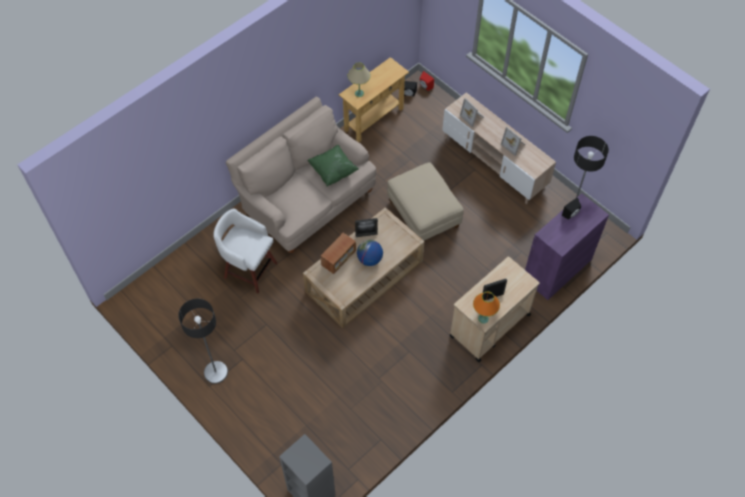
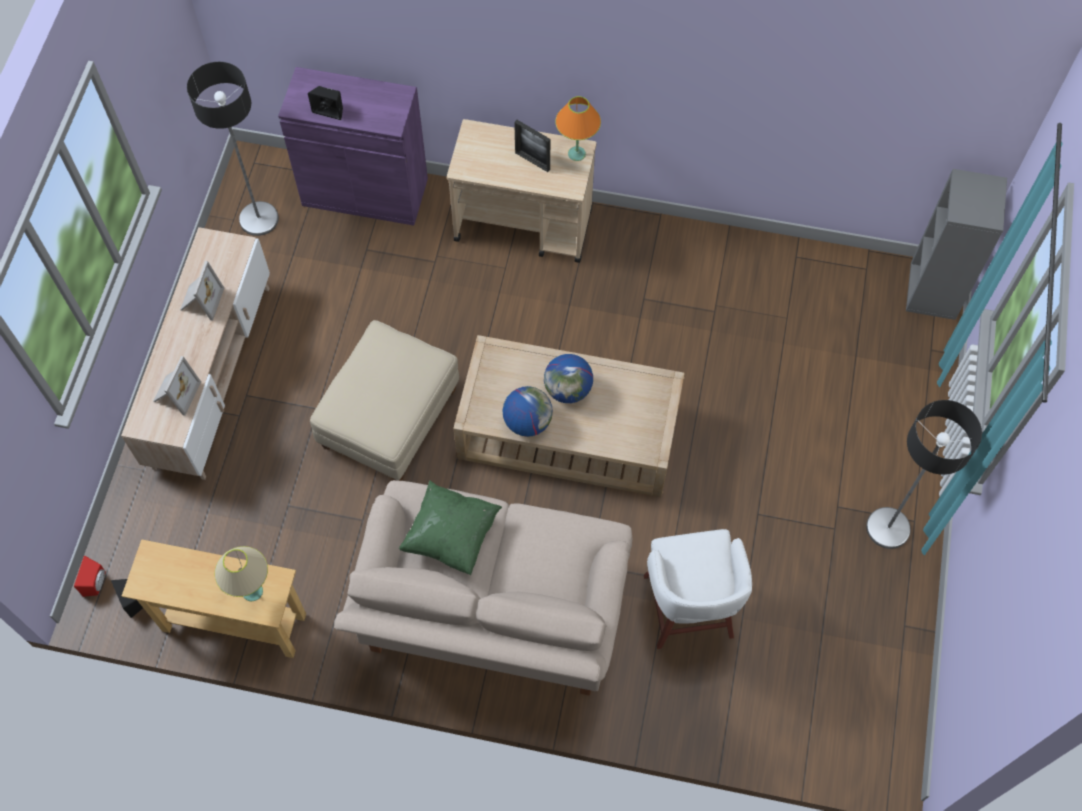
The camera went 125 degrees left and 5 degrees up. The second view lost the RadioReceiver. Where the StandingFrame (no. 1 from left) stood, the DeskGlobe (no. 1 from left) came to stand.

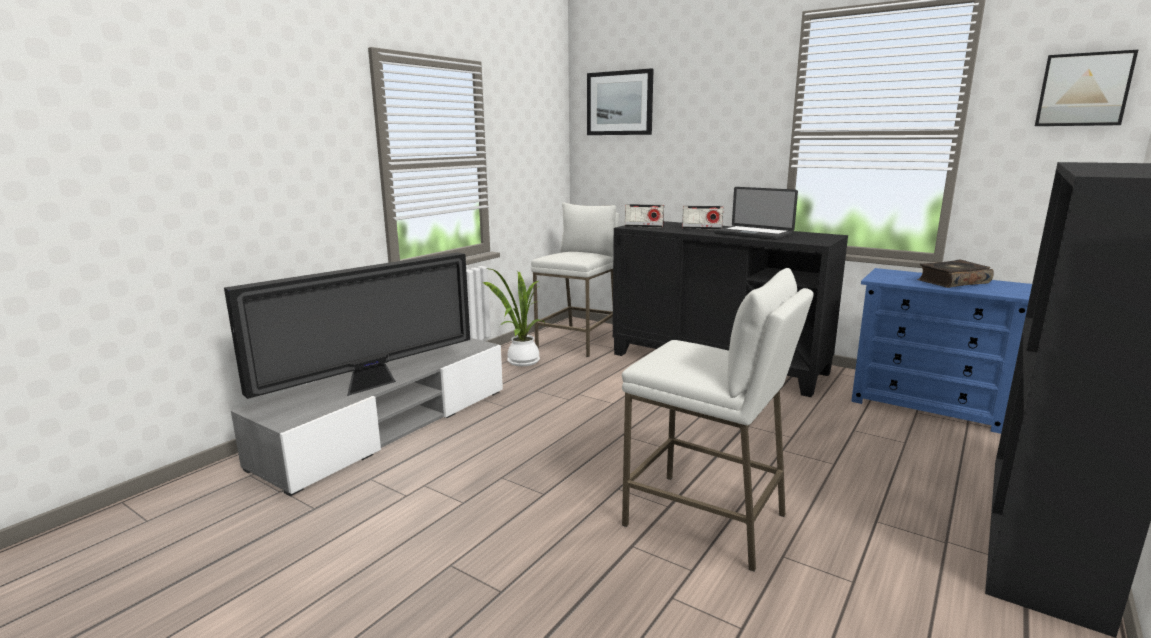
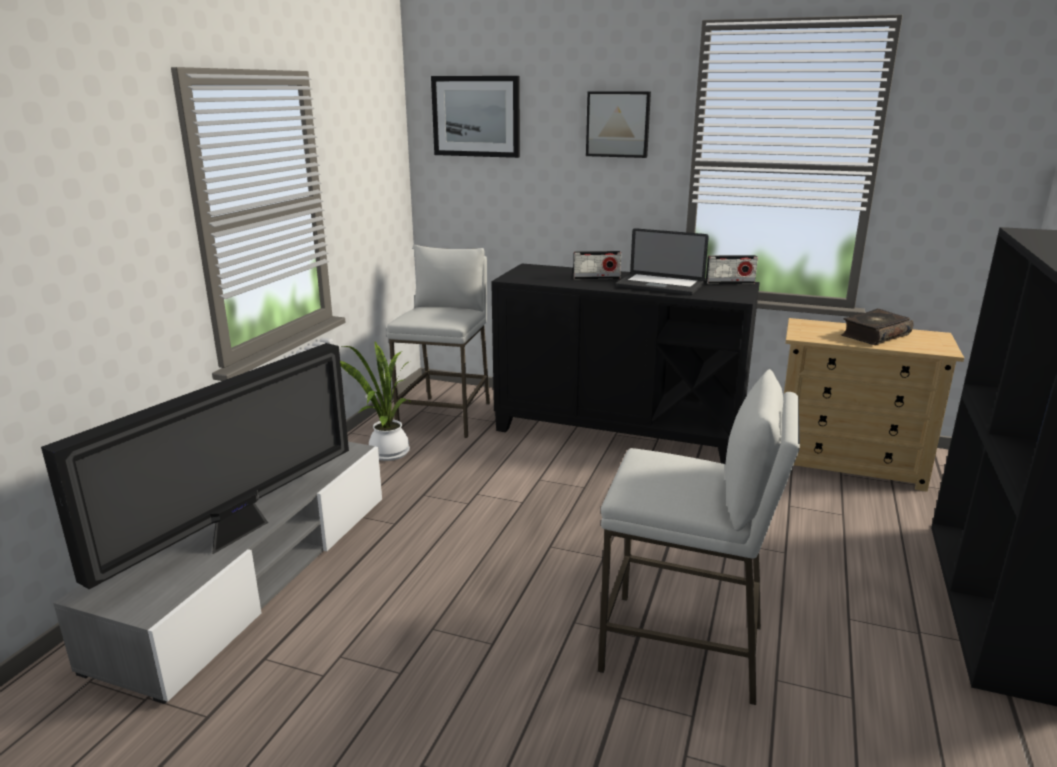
The camera went 15 degrees left and 5 degrees up. The RadioReceiver (no. 1 from left in the first image) ended up elsewhere. What was the BlueDresser turned into the BeigeDresser. The Picture (no. 2 from left) ended up elsewhere.

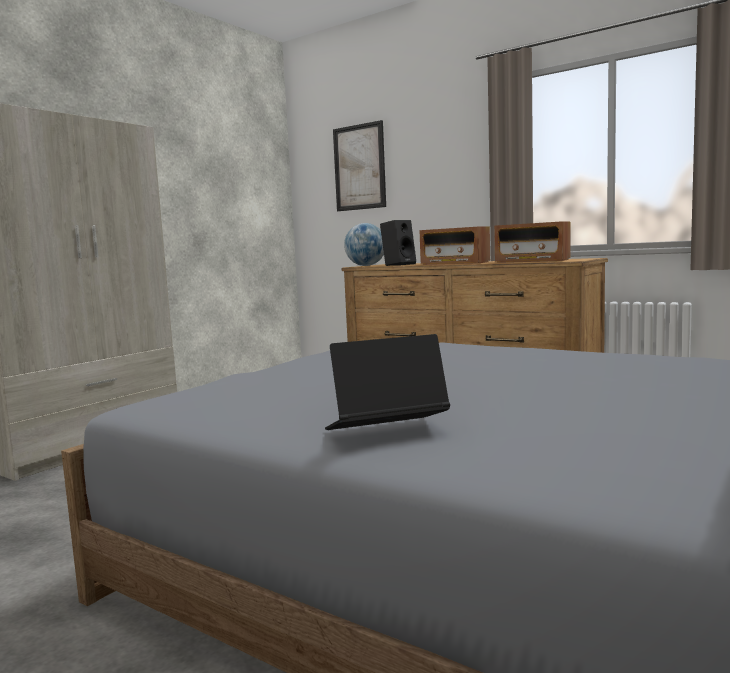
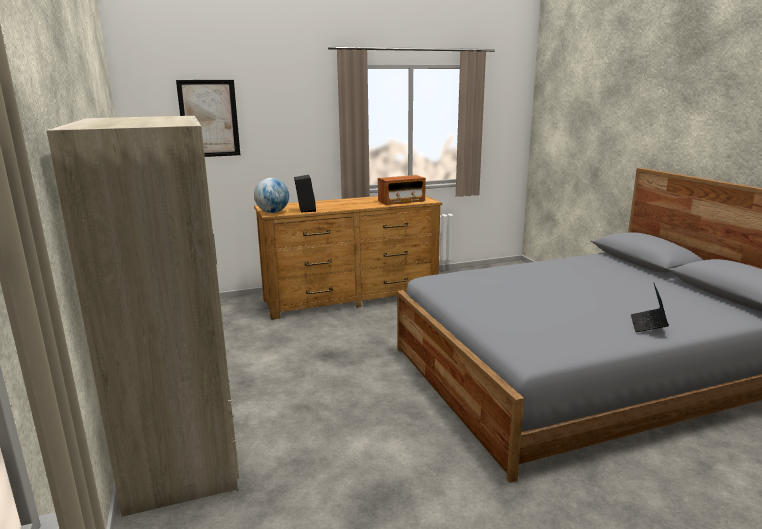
The camera went 55 degrees left and 10 degrees up. The second view lost the RadioReceiver (no. 1 from left).

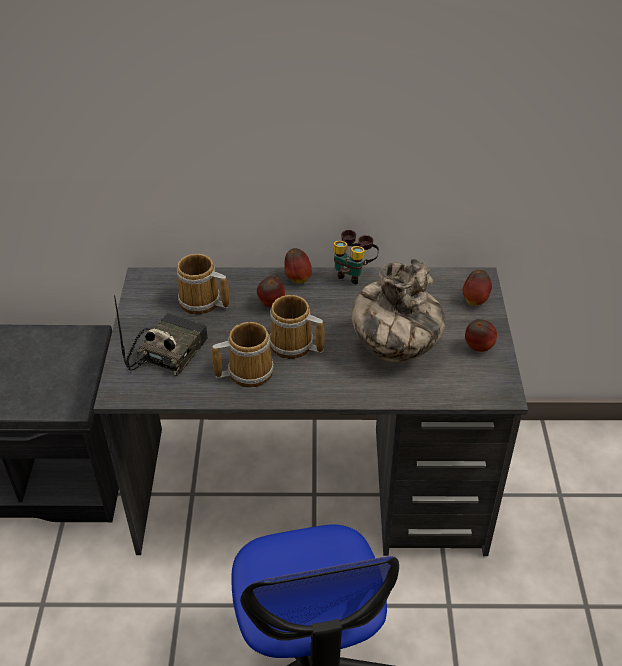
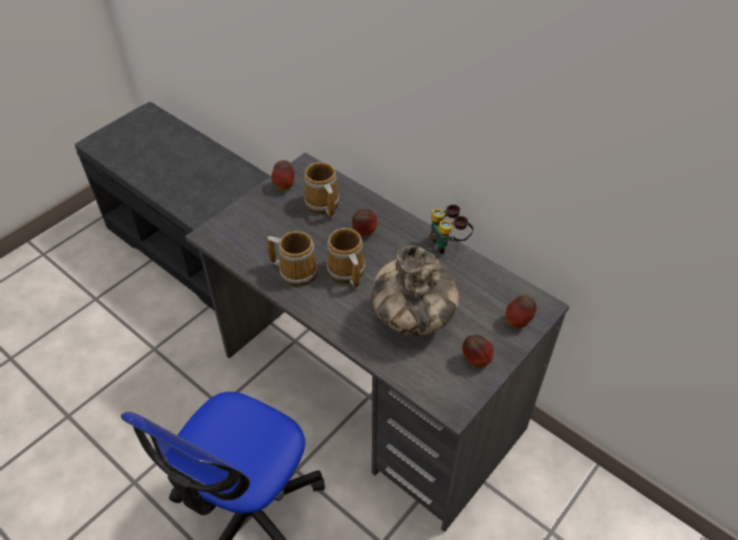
The camera went 40 degrees right and 5 degrees up. The second view lost the RadioReceiver. The Apple (no. 2 from left in the first image) ended up elsewhere.

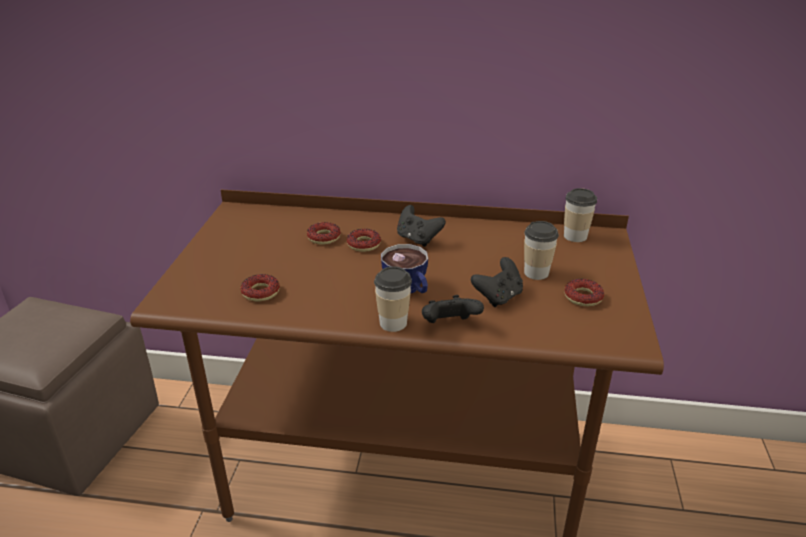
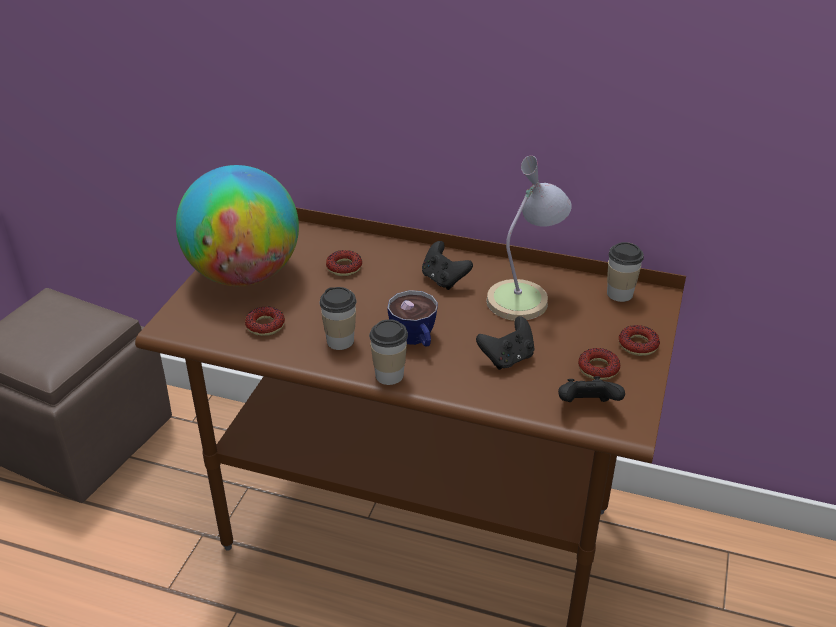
The camera went 10 degrees right and 5 degrees up. The Doughnut (no. 3 from left in the first image) ended up elsewhere. The BlackColouredJoypad (no. 2 from left in the first image) ended up elsewhere. The SmallCup (no. 3 from left in the first image) ended up elsewhere. The second view gained the DeskGlobe. The second view gained the TableLamp.

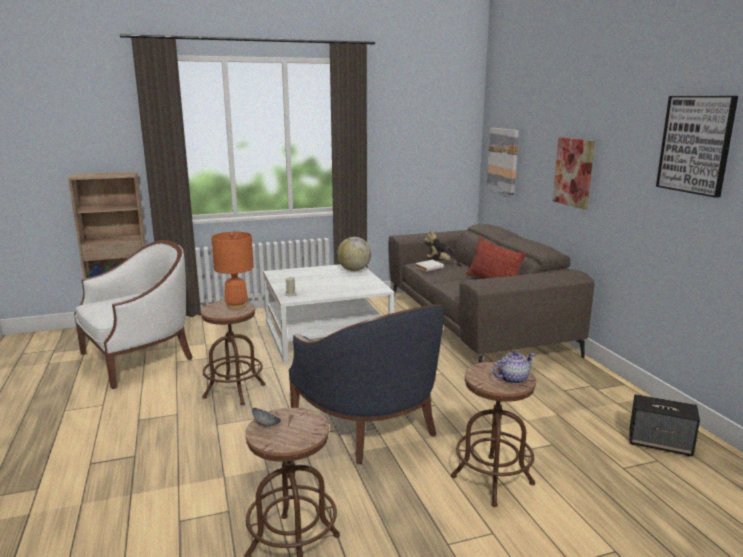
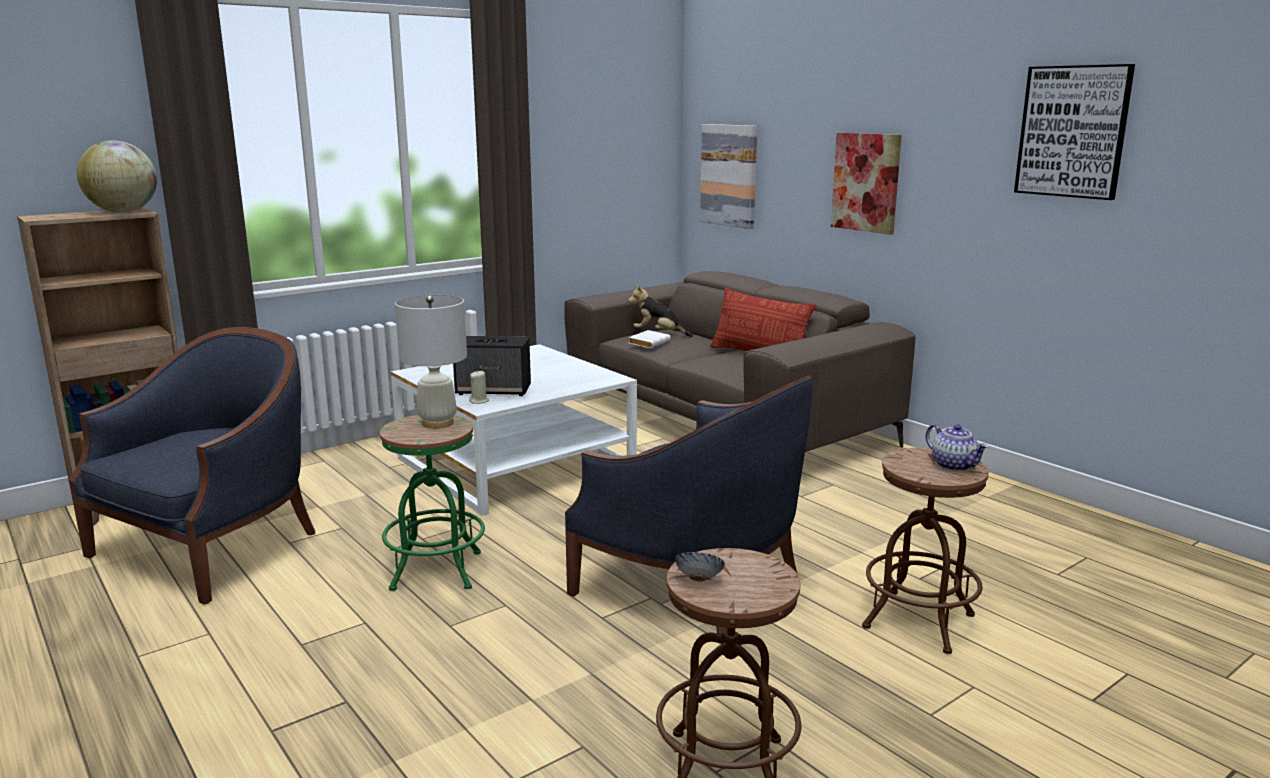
The camera went 20 degrees left and 0 degrees up. What was the WhiteArmchair turned into the BlueArmchair (no. 1 from left). What was the BrownishStoolSeat (no. 1 from left) turned into the GreenStoolSeat. What was the OrangeTableLamp turned into the WhiteTableLamp. The DeskGlobe ended up elsewhere. The TeaPot ended up facing another way, 105 degrees clockwise from before. The Loudspeaker ended up elsewhere.

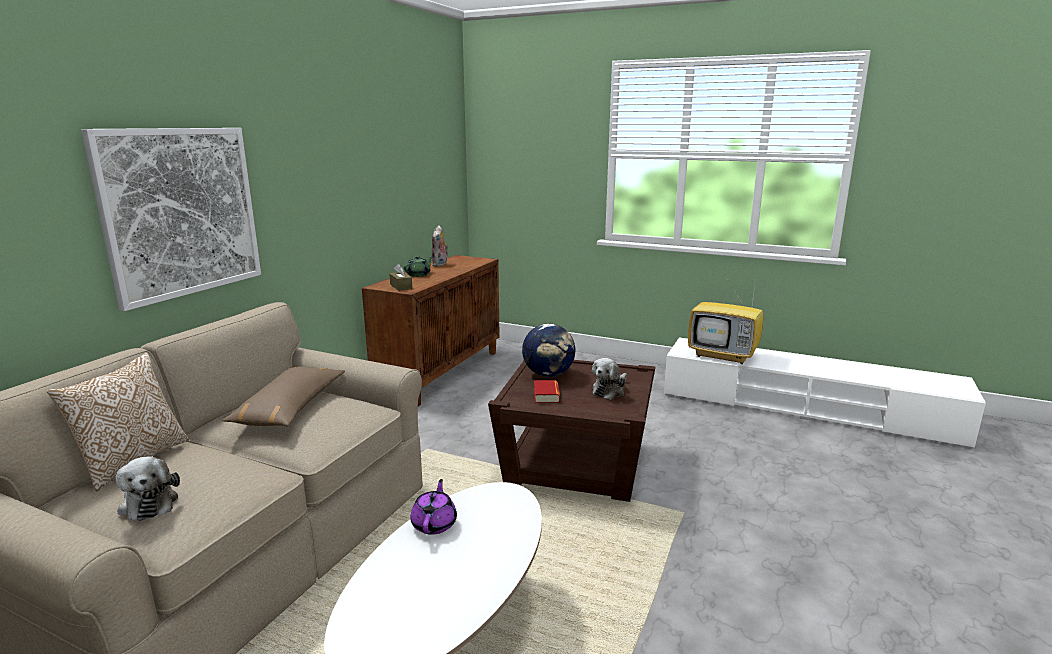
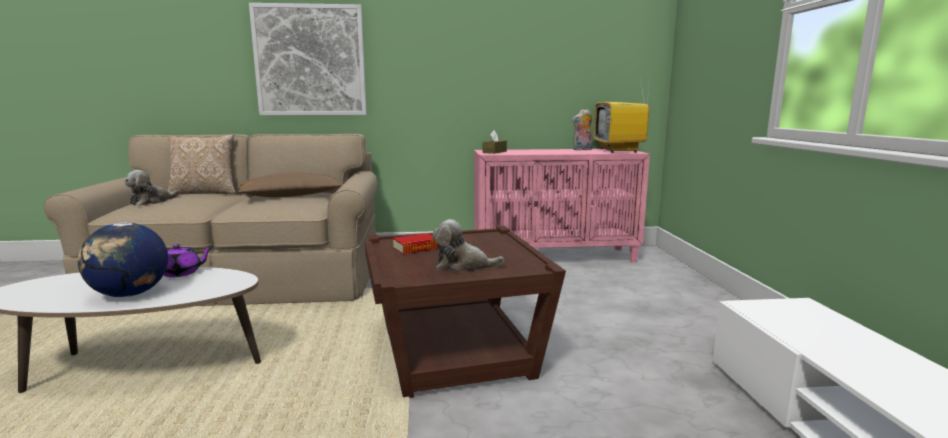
The camera went 60 degrees right and 5 degrees down. What was the BrownishCabinet turned into the PinkishCabinet. The second view lost the GreenTeaPot. The DeskGlobe ended up elsewhere. The Television ended up elsewhere.

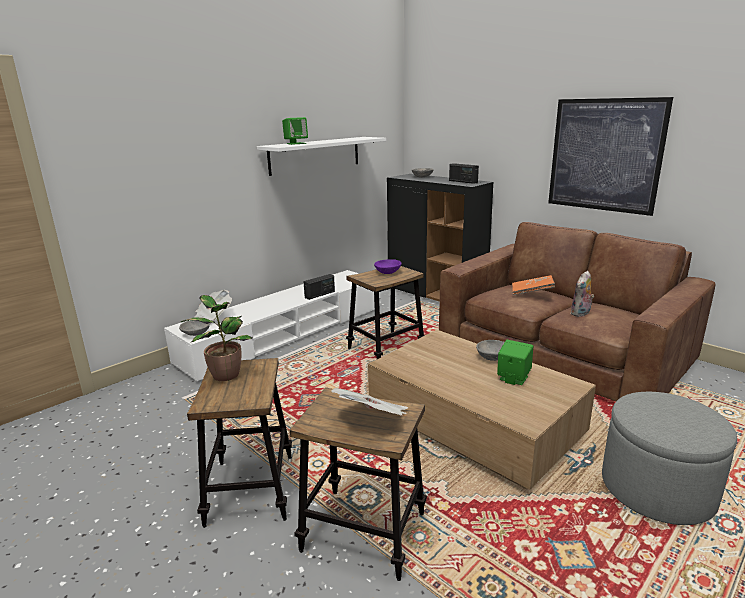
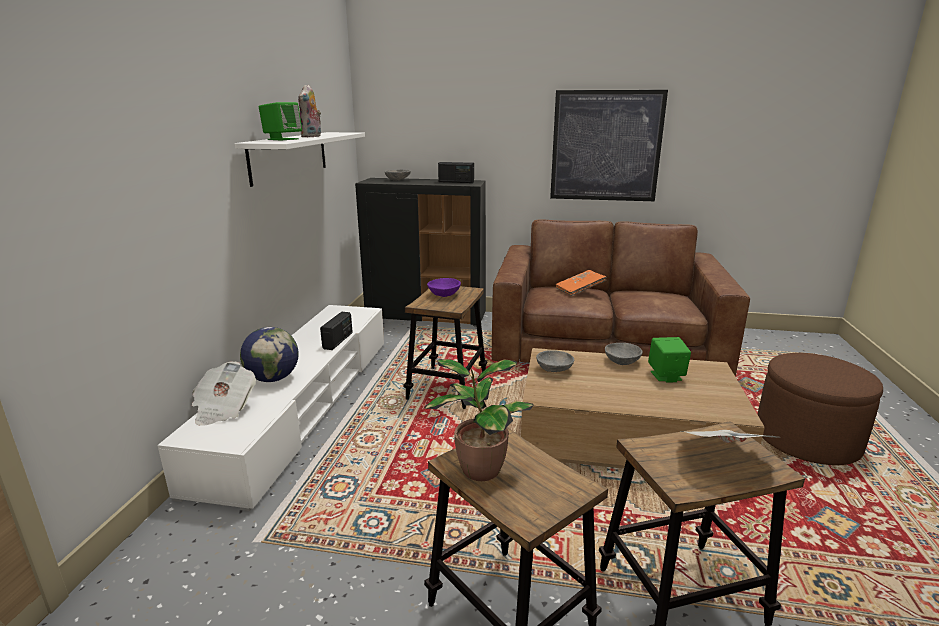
The camera went 35 degrees left and 0 degrees up. The GreyBowl (no. 1 from left in the first image) ended up elsewhere. The PlushToy ended up elsewhere. What was the GreyPouffe turned into the BrownishPouffe. The second view gained the DeskGlobe.

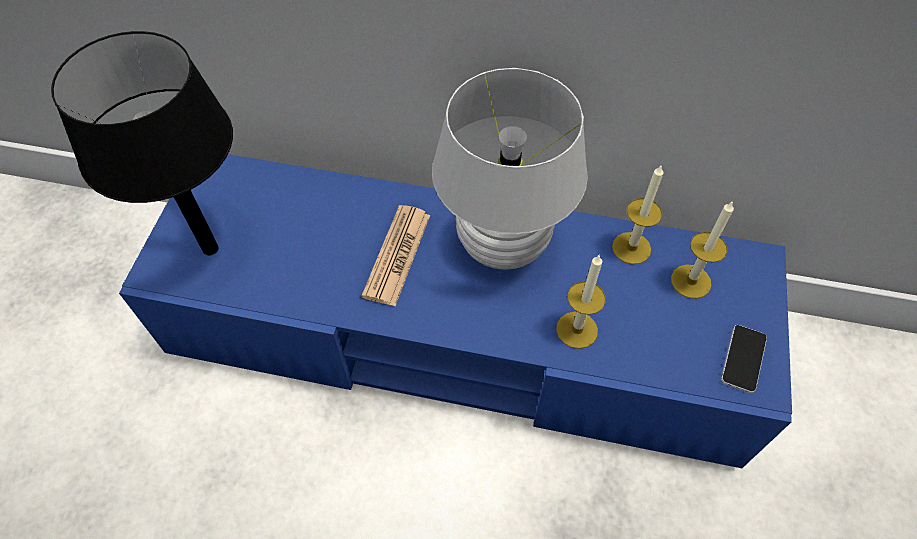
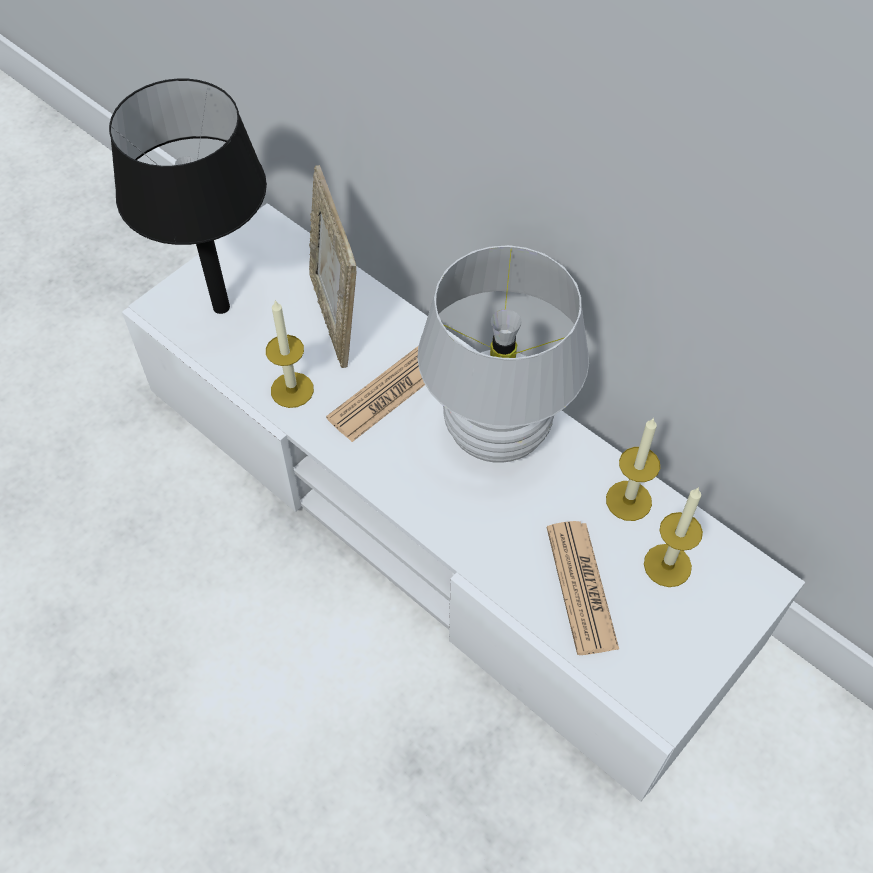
The camera went 30 degrees right and 0 degrees up. What was the BlueMediaConsole turned into the WhiteMediaConsole. The WaxLight (no. 1 from left) ended up elsewhere. The second view lost the Telephone. The second view gained the StandingFrame. The second view gained the PrintedPaper (no. 2 from left).

